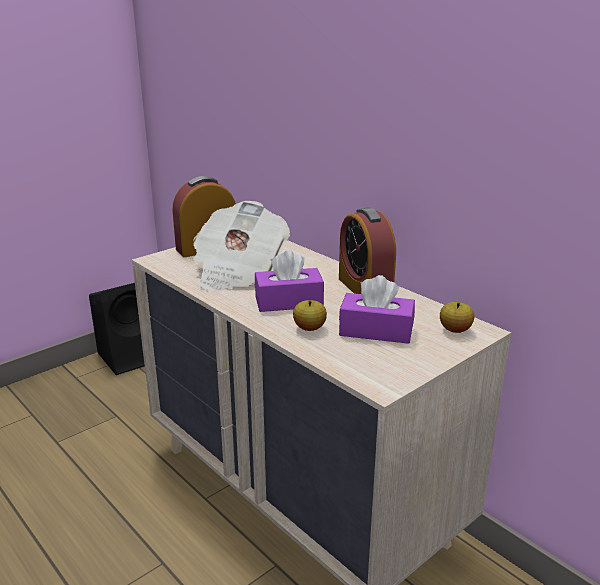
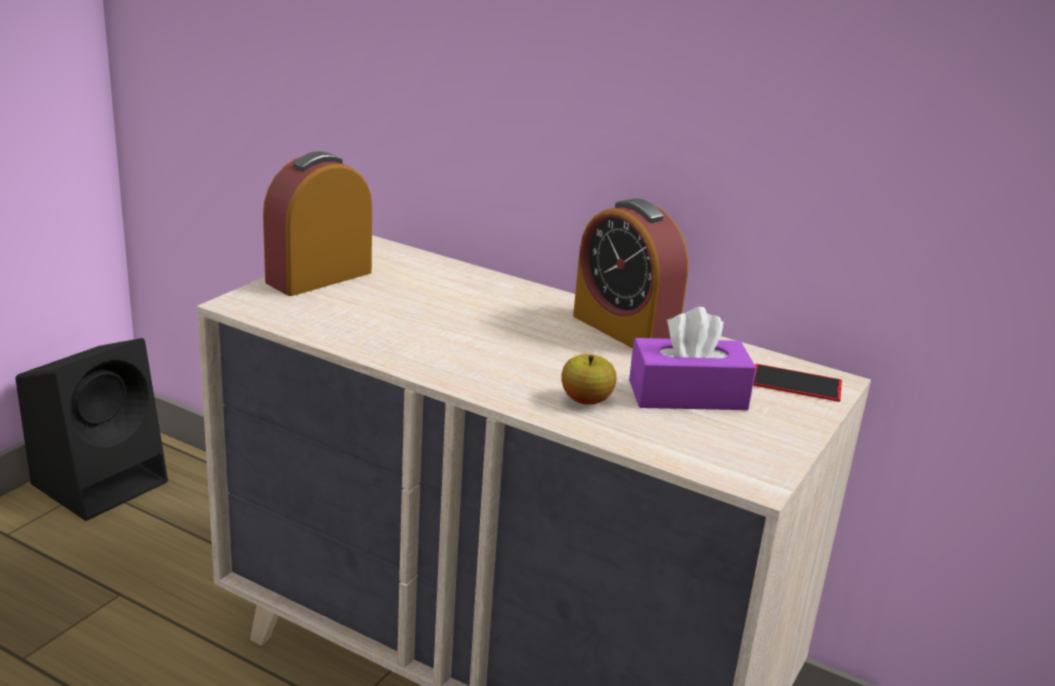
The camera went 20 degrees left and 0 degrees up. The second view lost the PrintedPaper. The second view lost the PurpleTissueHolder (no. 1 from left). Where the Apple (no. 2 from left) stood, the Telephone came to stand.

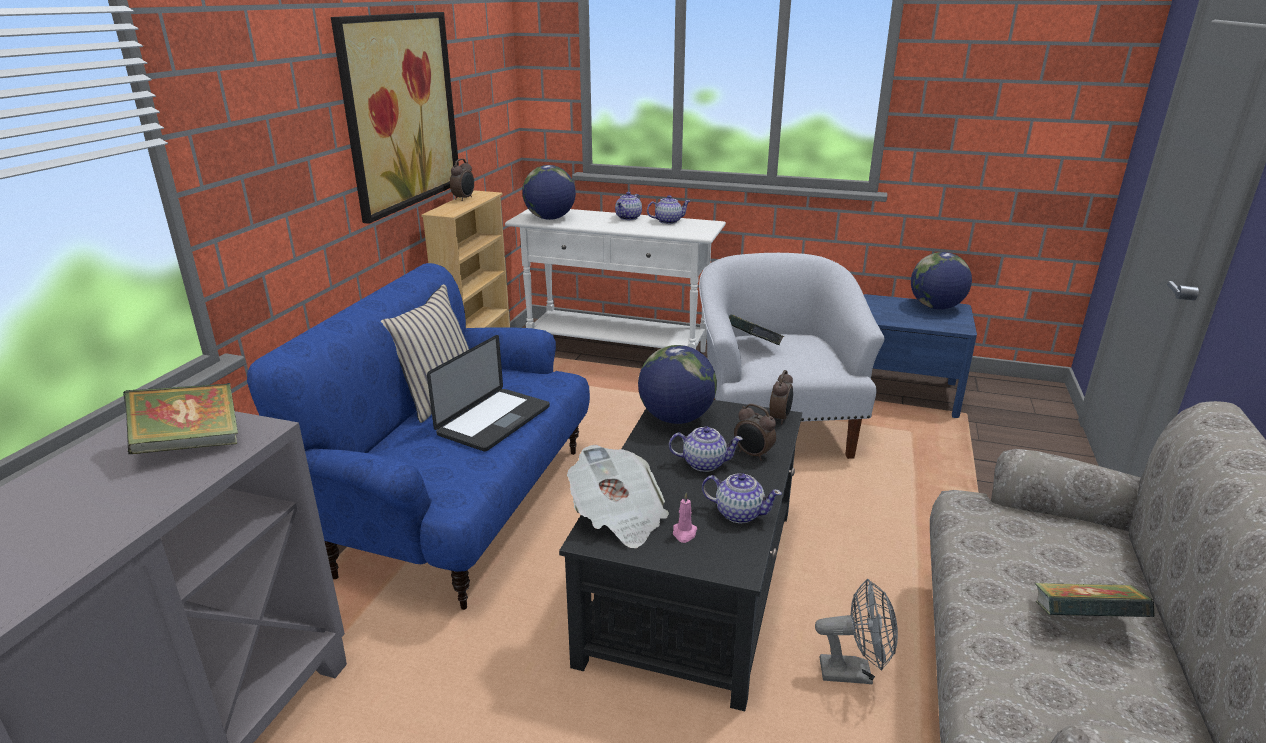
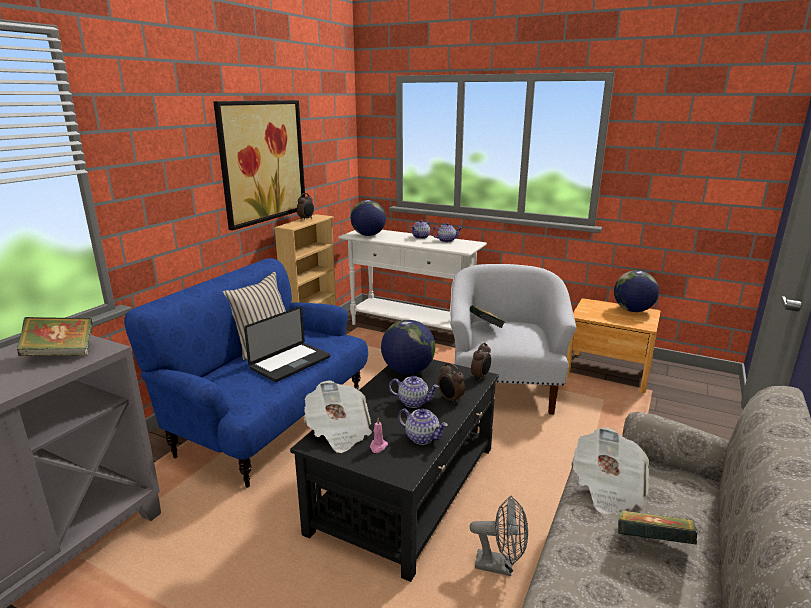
The camera went 10 degrees right and 5 degrees down. What was the BlueBedsideTable turned into the BrownishBedsideTable. The second view gained the PrintedPaper (no. 2 from left).

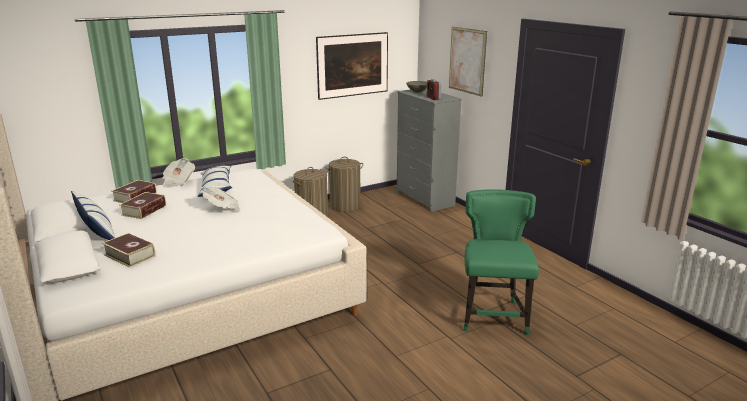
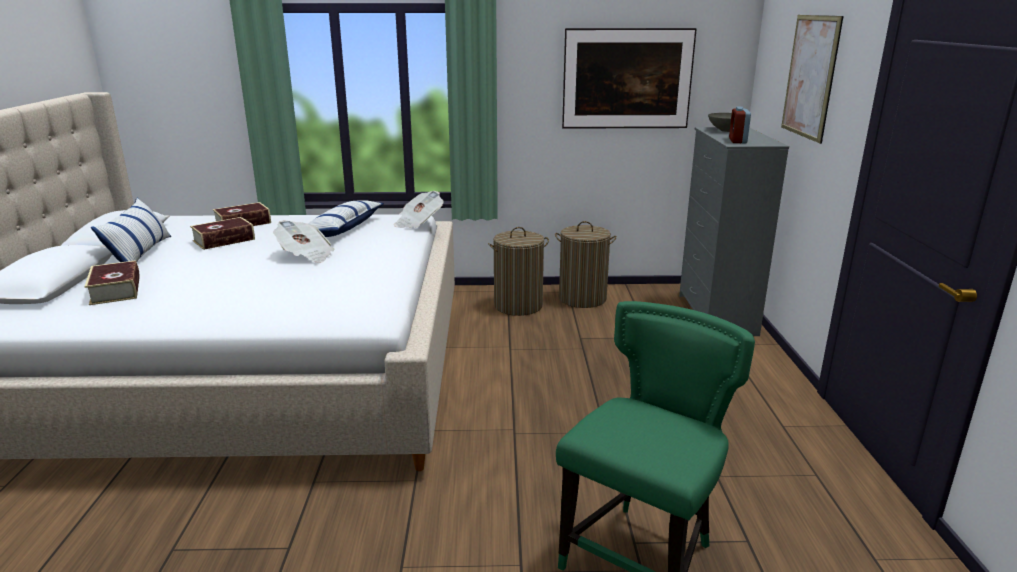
The camera went 30 degrees right and 0 degrees up. The PrintedPaper (no. 1 from left in the first image) ended up elsewhere.

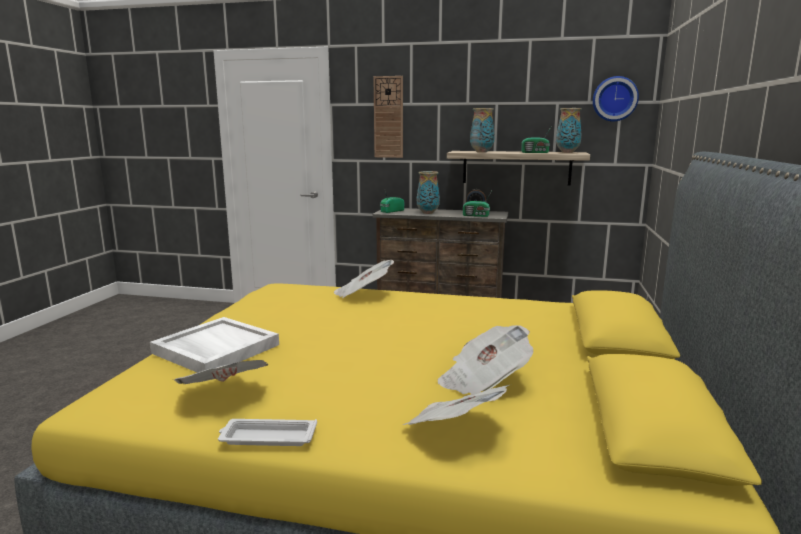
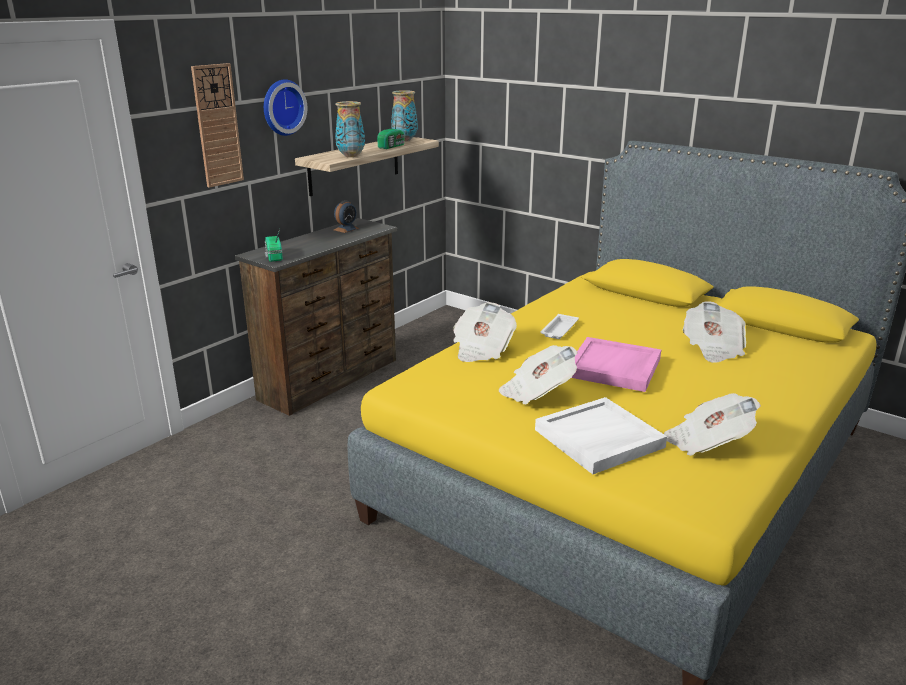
The camera went 65 degrees left and 10 degrees up. The WhiteServingTray (no. 2 from left in the first image) ended up elsewhere. The PrintedPaper (no. 3 from left in the first image) ended up elsewhere. The second view lost the Vase (no. 1 from left). The second view lost the RadioReceiver (no. 2 from left). The WallClock (no. 2 from left) ended up elsewhere. The second view gained the PinkishServingTray.

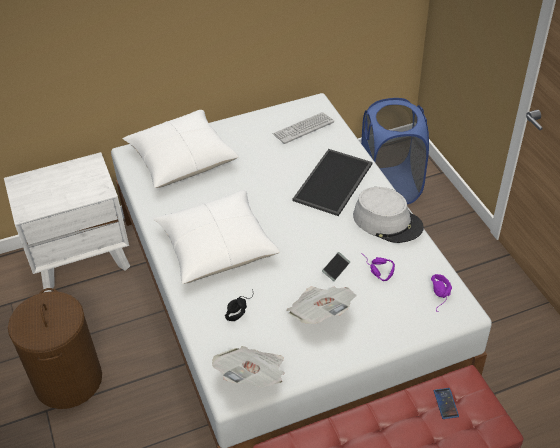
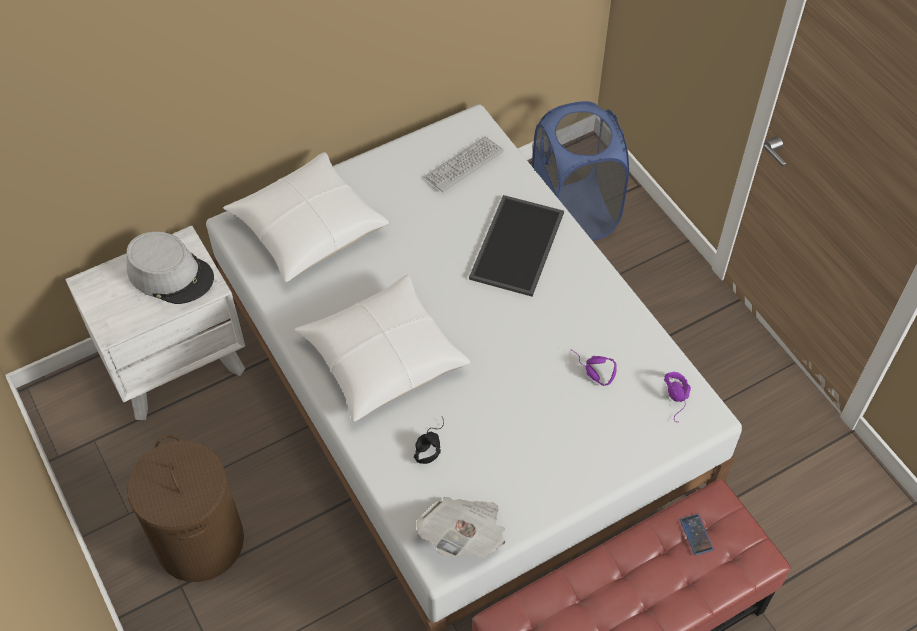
The camera went 10 degrees left and 10 degrees up. The second view lost the PrintedPaper (no. 2 from left). The second view lost the Telephone (no. 1 from left). The GreyClothingHat ended up elsewhere.

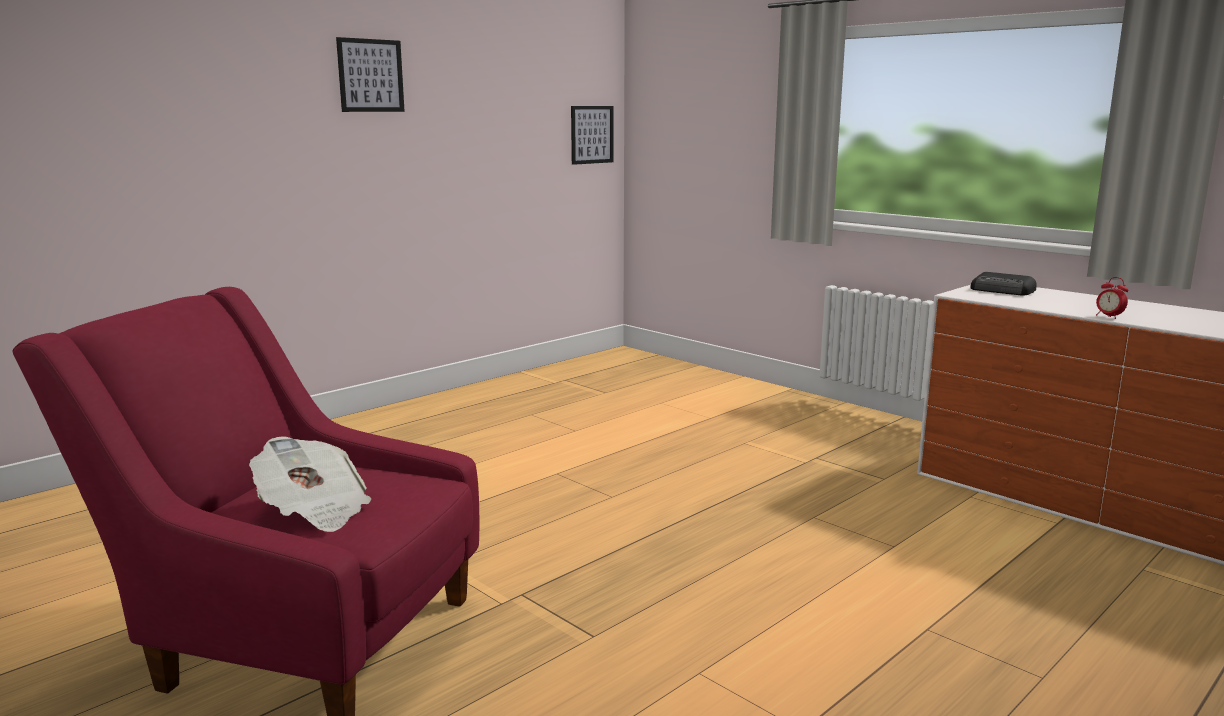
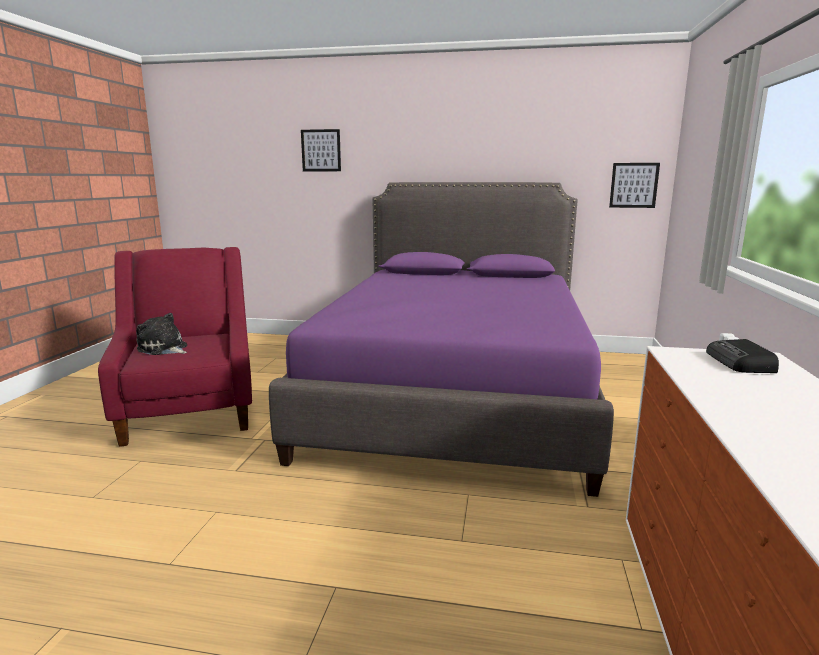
The camera went 55 degrees right and 0 degrees up. Where the PrintedPaper stood, the PlushToy came to stand. The Picture (no. 1 from left) ended up elsewhere. The second view lost the BedsideClock. The second view gained the PurpleBed.

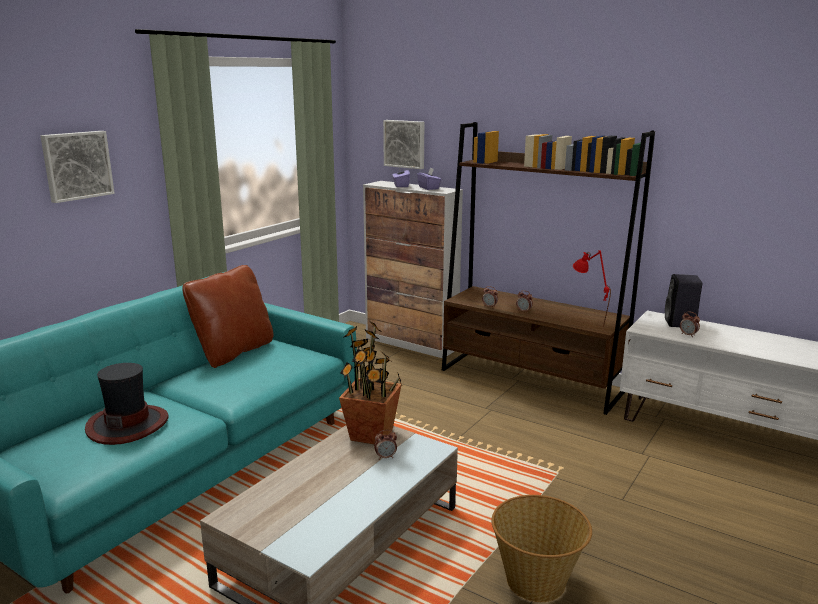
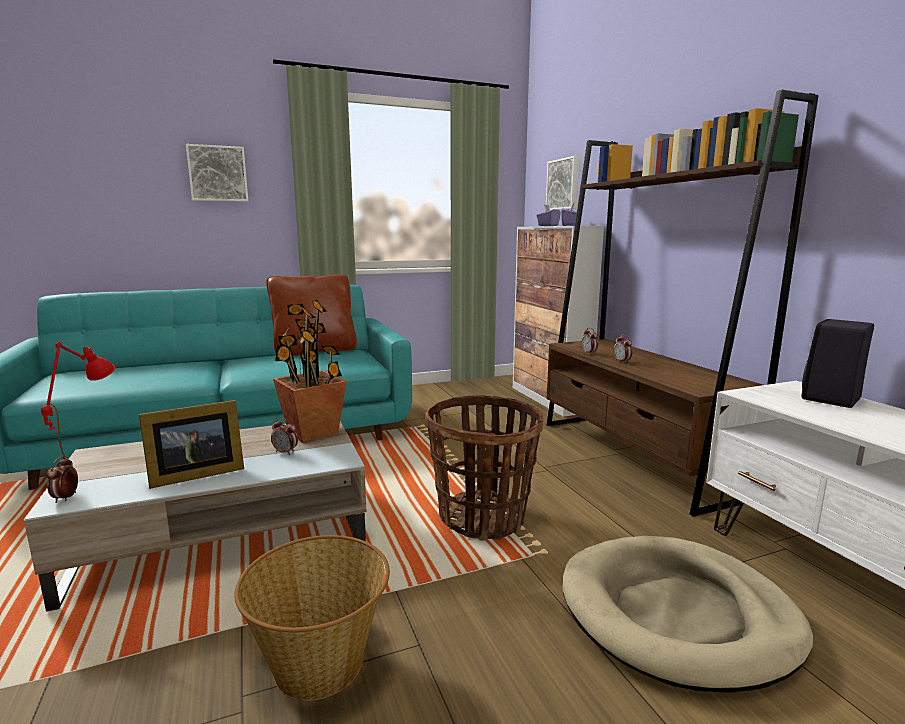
The camera went 35 degrees right and 5 degrees down. The second view lost the ClothingHat. The RedColouredTableLamp ended up elsewhere. The BedsideClock (no. 4 from left in the first image) ended up elsewhere. The second view gained the StandingFrame. The second view gained the Basket (no. 2 from left). The second view gained the BeigeDogCushion.

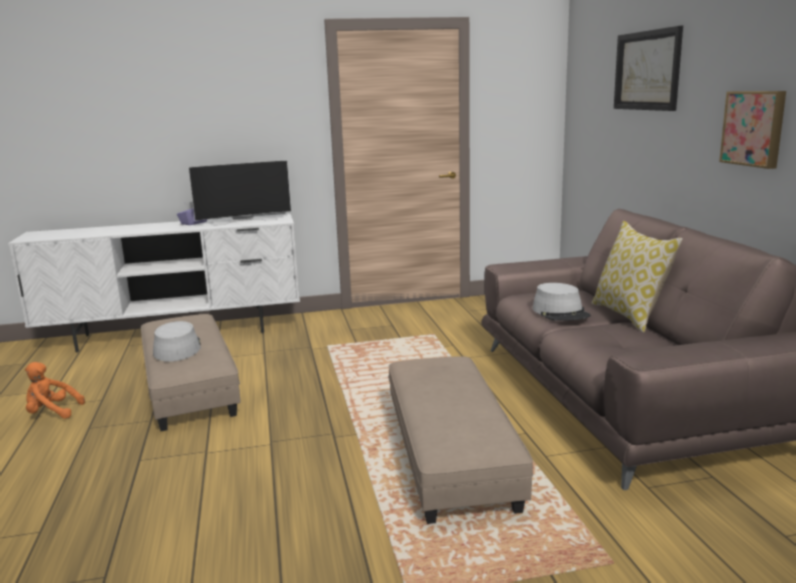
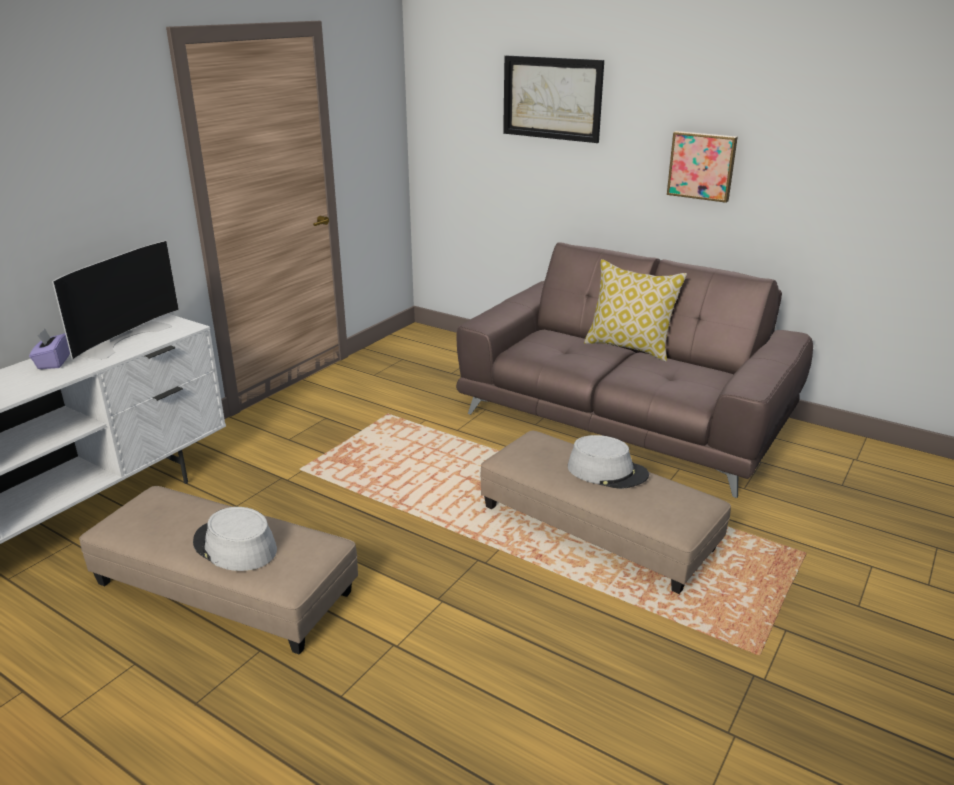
The camera went 45 degrees left and 10 degrees up. The second view lost the OrangePlushToy. The GreyClothingHat (no. 2 from left) ended up elsewhere.

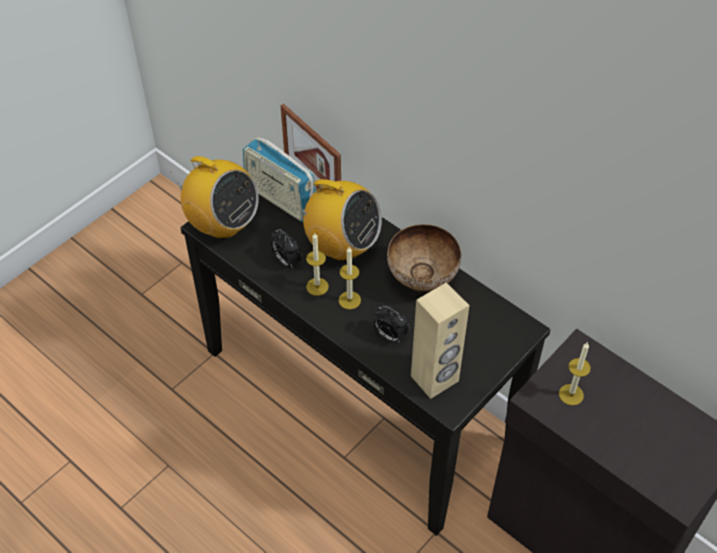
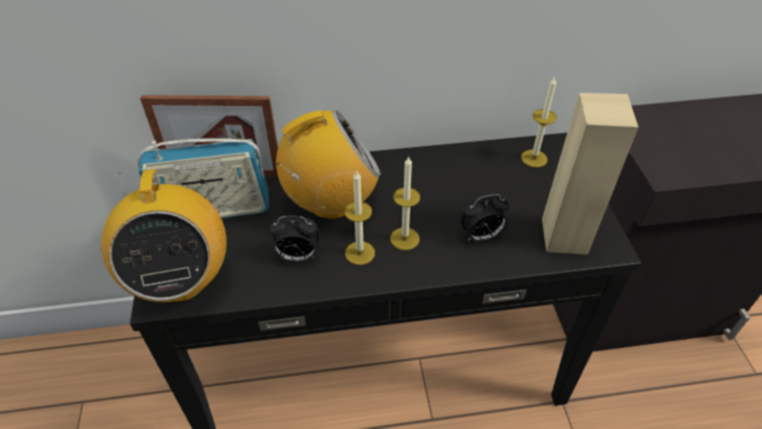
The camera went 50 degrees left and 5 degrees down. The RadioReceiver (no. 1 from left) ended up facing another way, 90 degrees clockwise from before. The second view lost the Bowl. The WaxLight (no. 3 from left) ended up elsewhere.

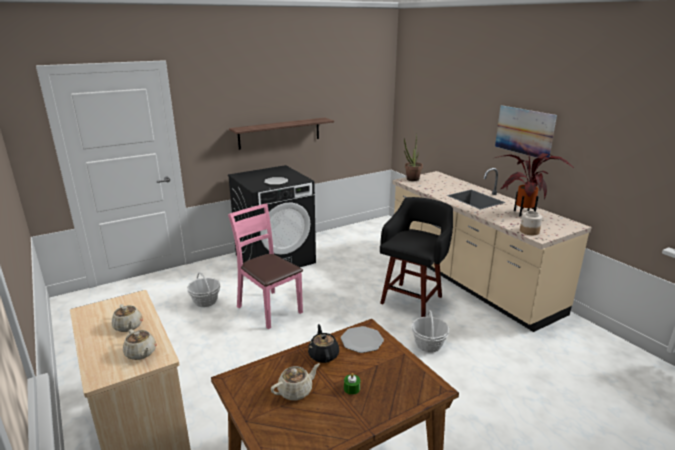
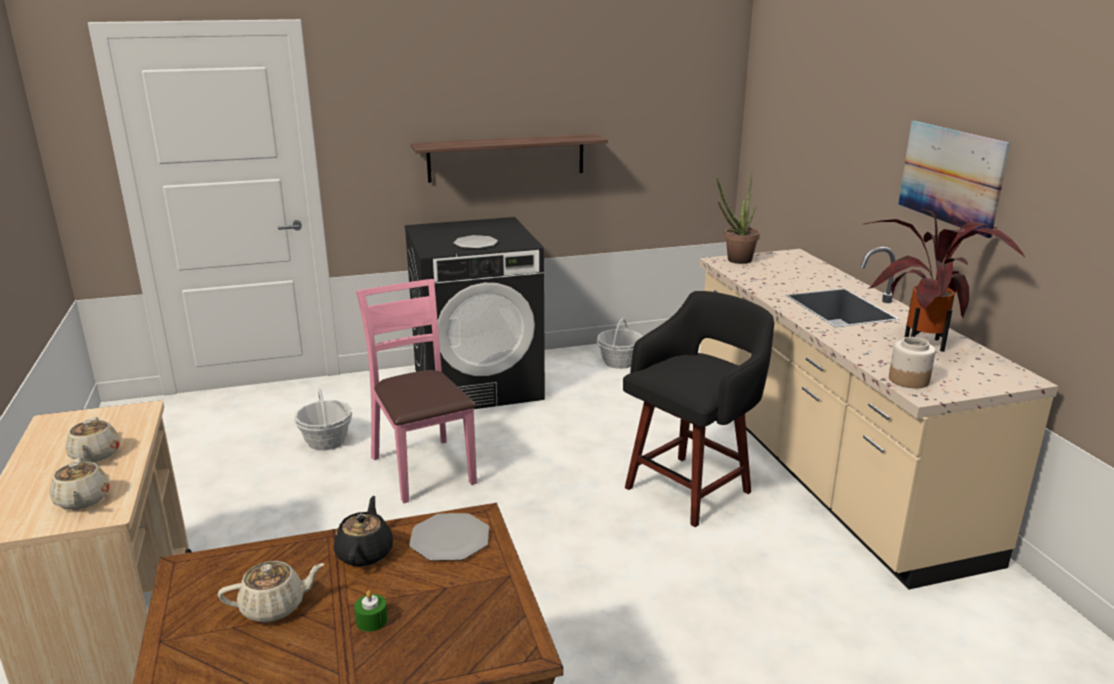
The camera went 15 degrees right and 0 degrees up. The Basket (no. 2 from left) ended up elsewhere.

